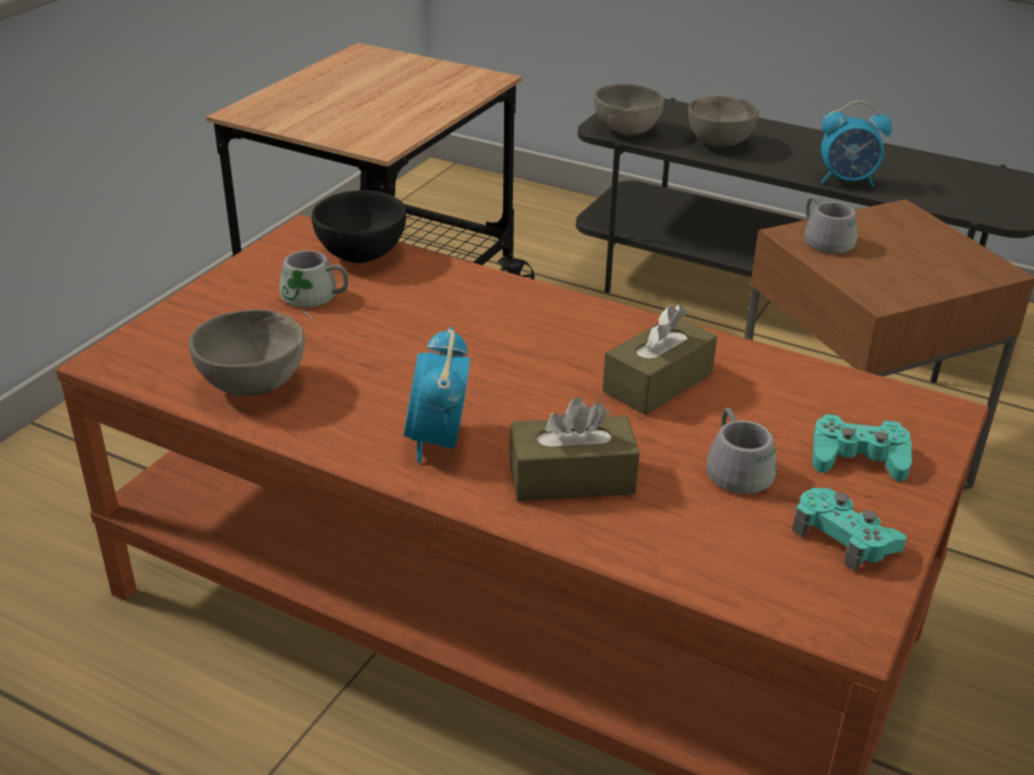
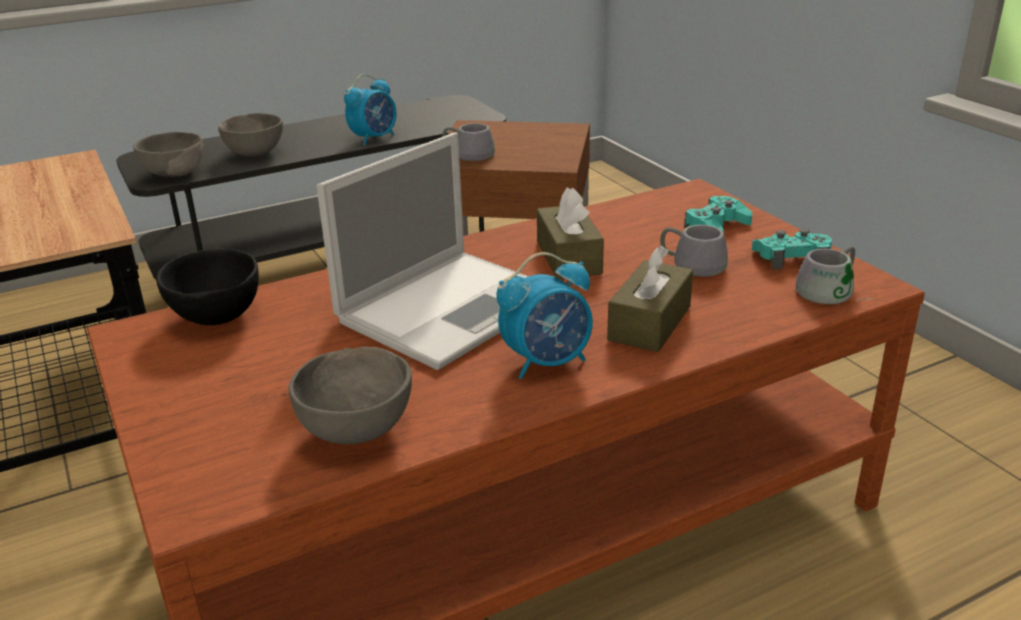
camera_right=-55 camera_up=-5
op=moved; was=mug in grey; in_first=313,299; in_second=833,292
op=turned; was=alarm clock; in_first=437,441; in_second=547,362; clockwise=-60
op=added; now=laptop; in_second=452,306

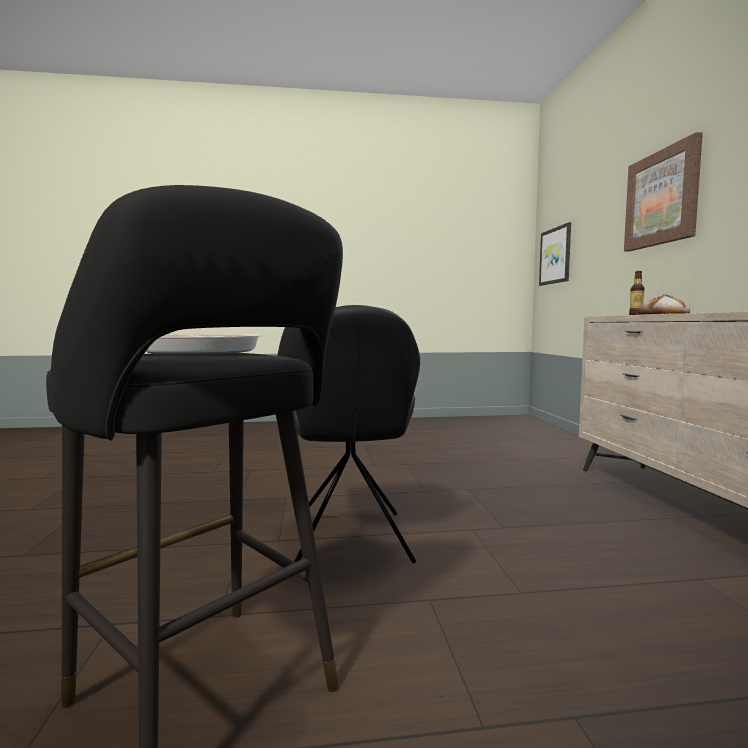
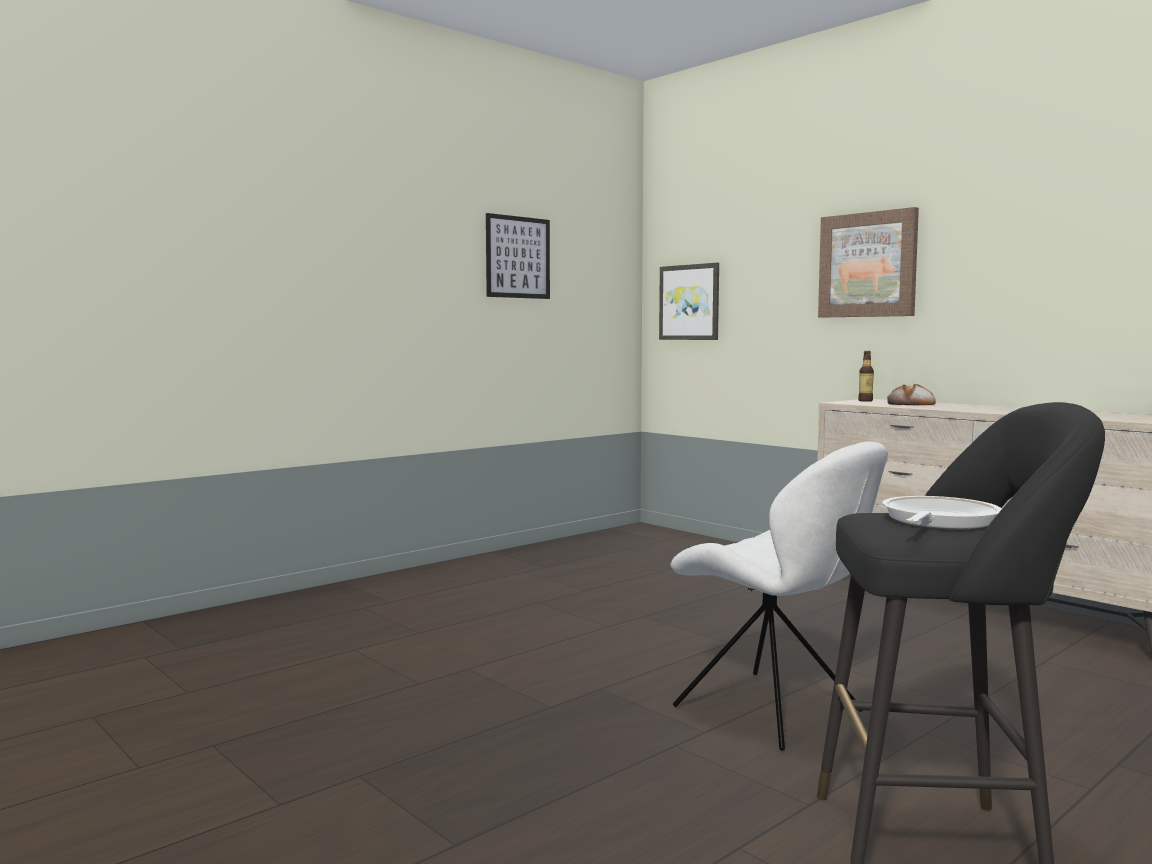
camera_right=-35 camera_up=0
op=recoloured; was=chair in black; now=chair in white; in_first=351,542; in_second=773,711
op=added; now=picture; in_second=518,257

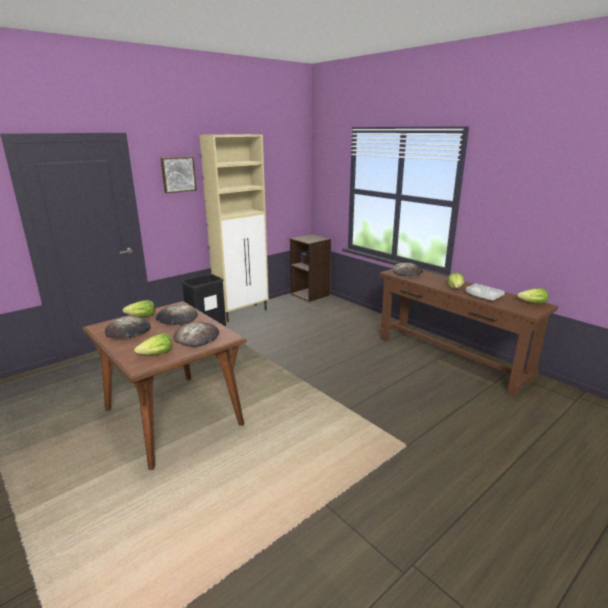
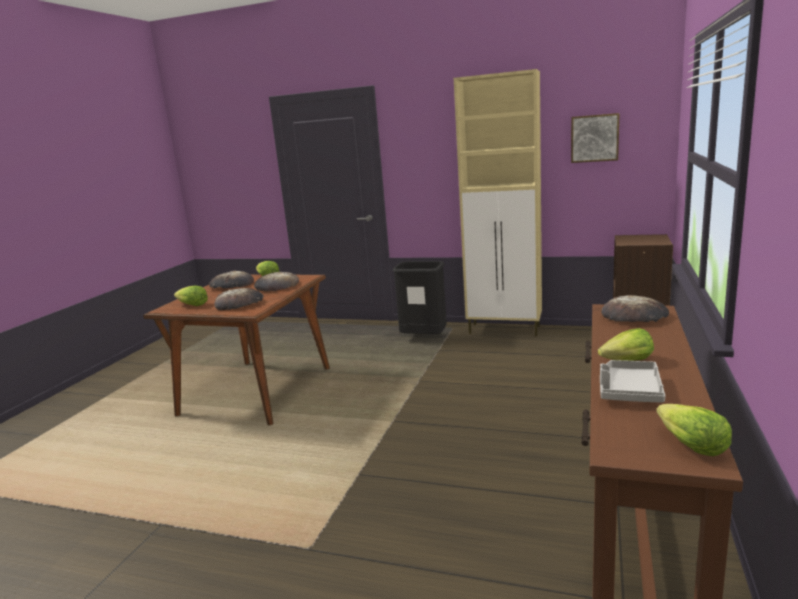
camera_right=60 camera_up=-5
op=moved; was=picture; in_first=178,174; in_second=594,138

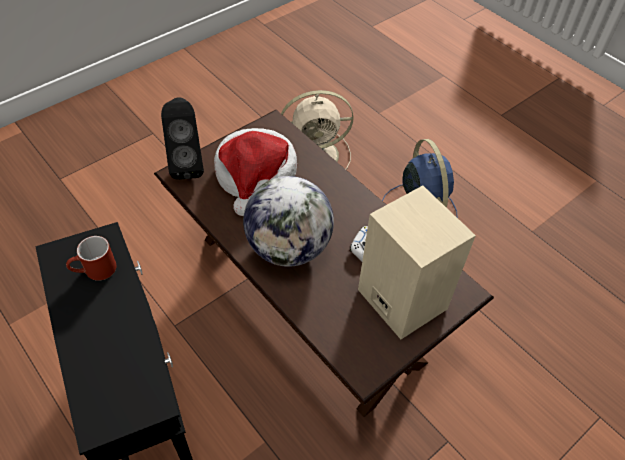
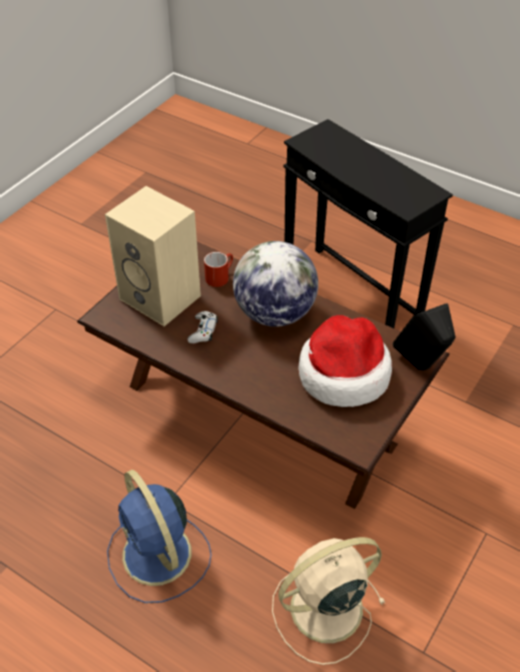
camera_right=165 camera_up=-5
op=moved; was=mug in red; in_first=95,271; in_second=220,276

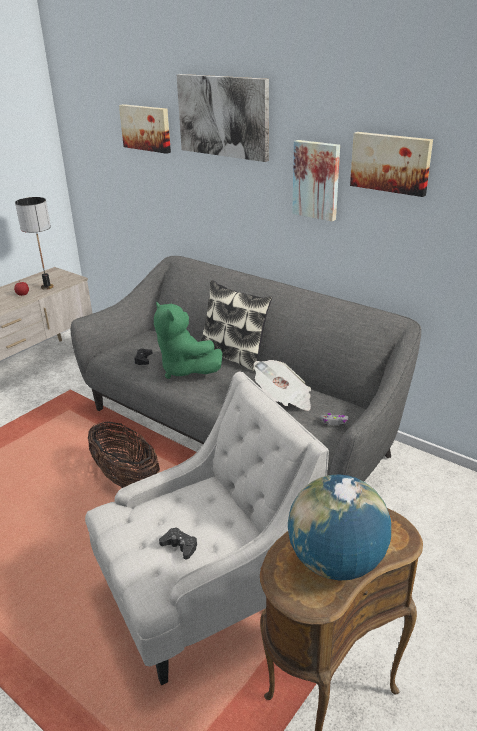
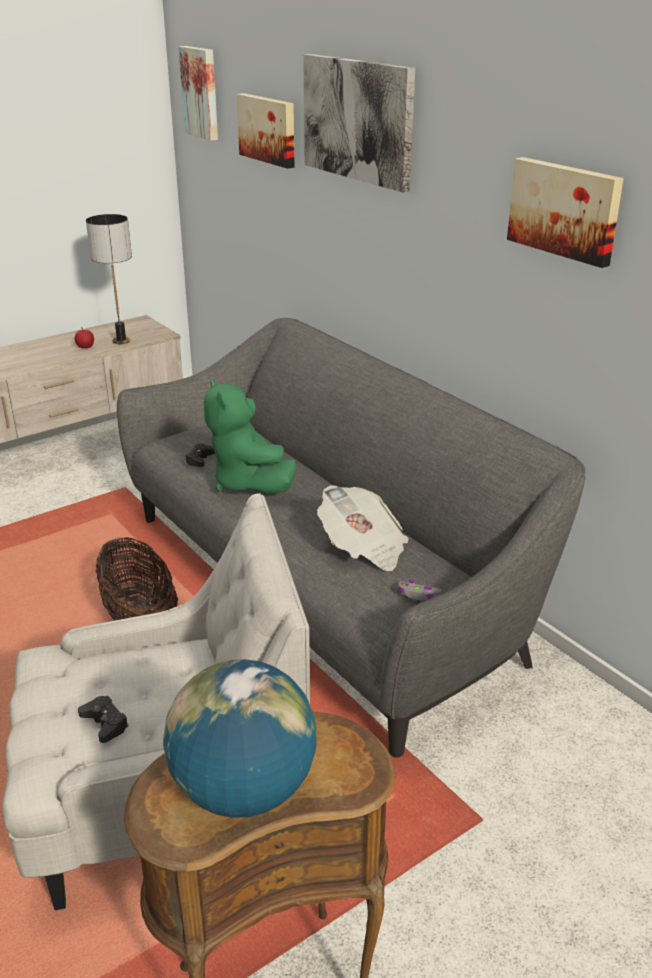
camera_right=15 camera_up=0
op=removed; was=pillow; in_first=234,356
op=moved; was=picture; in_first=317,180; in_second=201,92

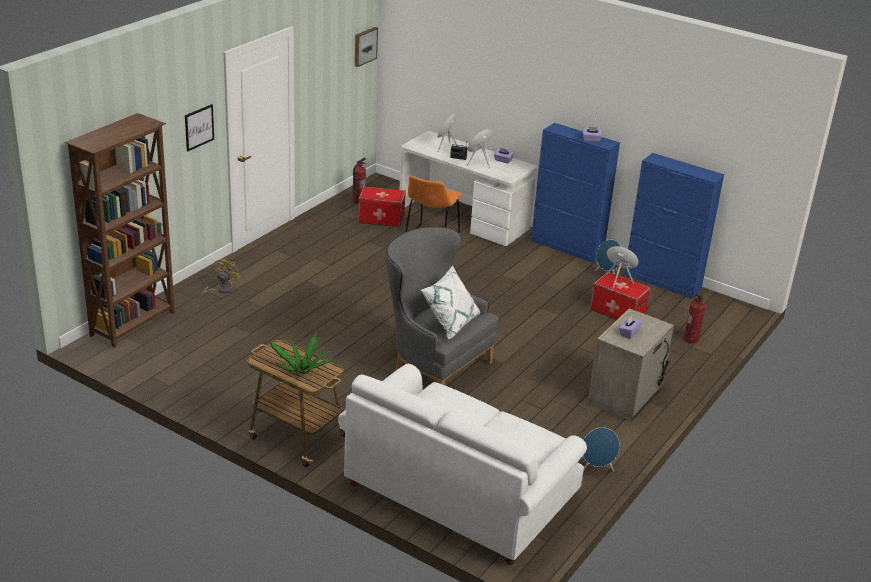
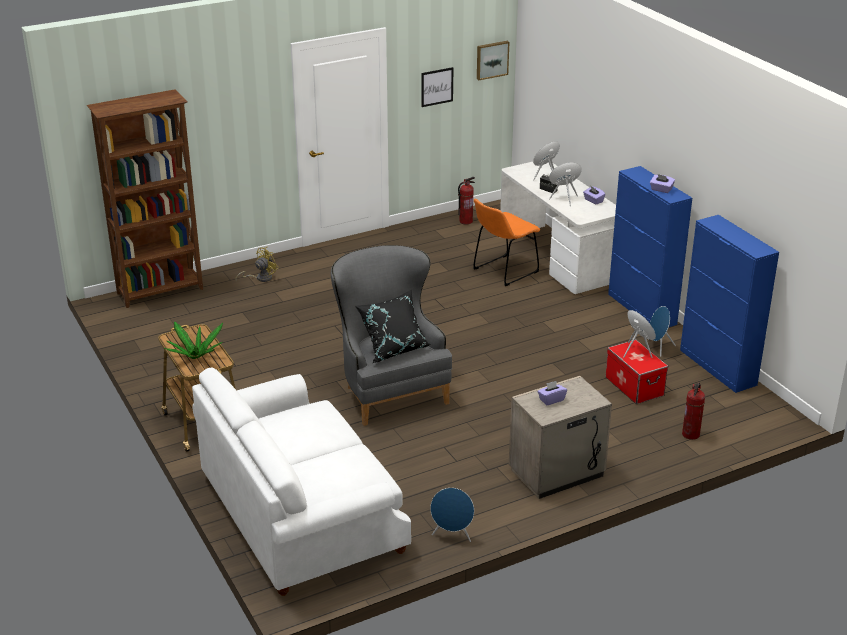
camera_right=30 camera_up=0
op=moved; was=picture; in_first=199,127; in_second=437,87
op=removed; was=storage box; in_first=381,219
op=recoloured; was=pillow in white; now=pillow in black; in_first=450,323; in_second=393,348

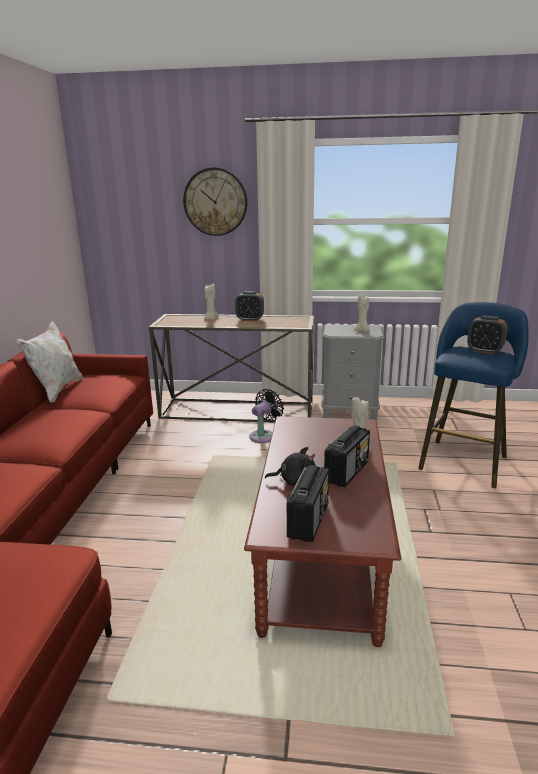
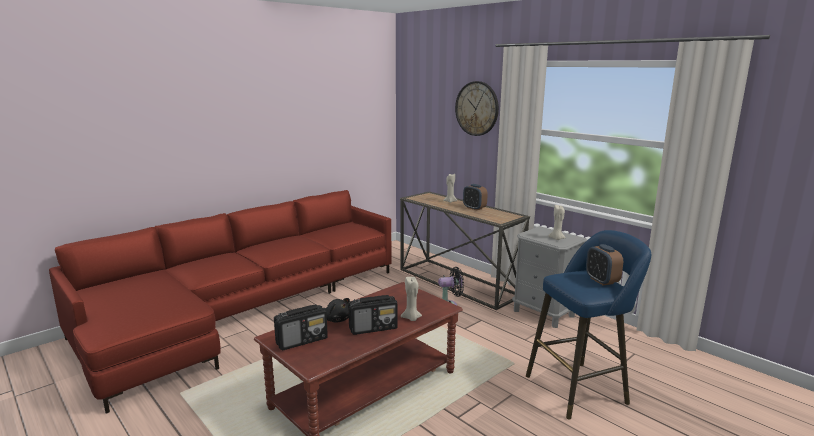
camera_right=40 camera_up=-5
op=removed; was=pillow in white; in_first=57,390

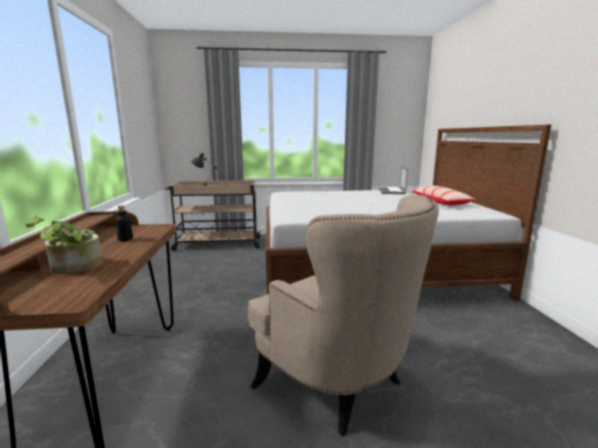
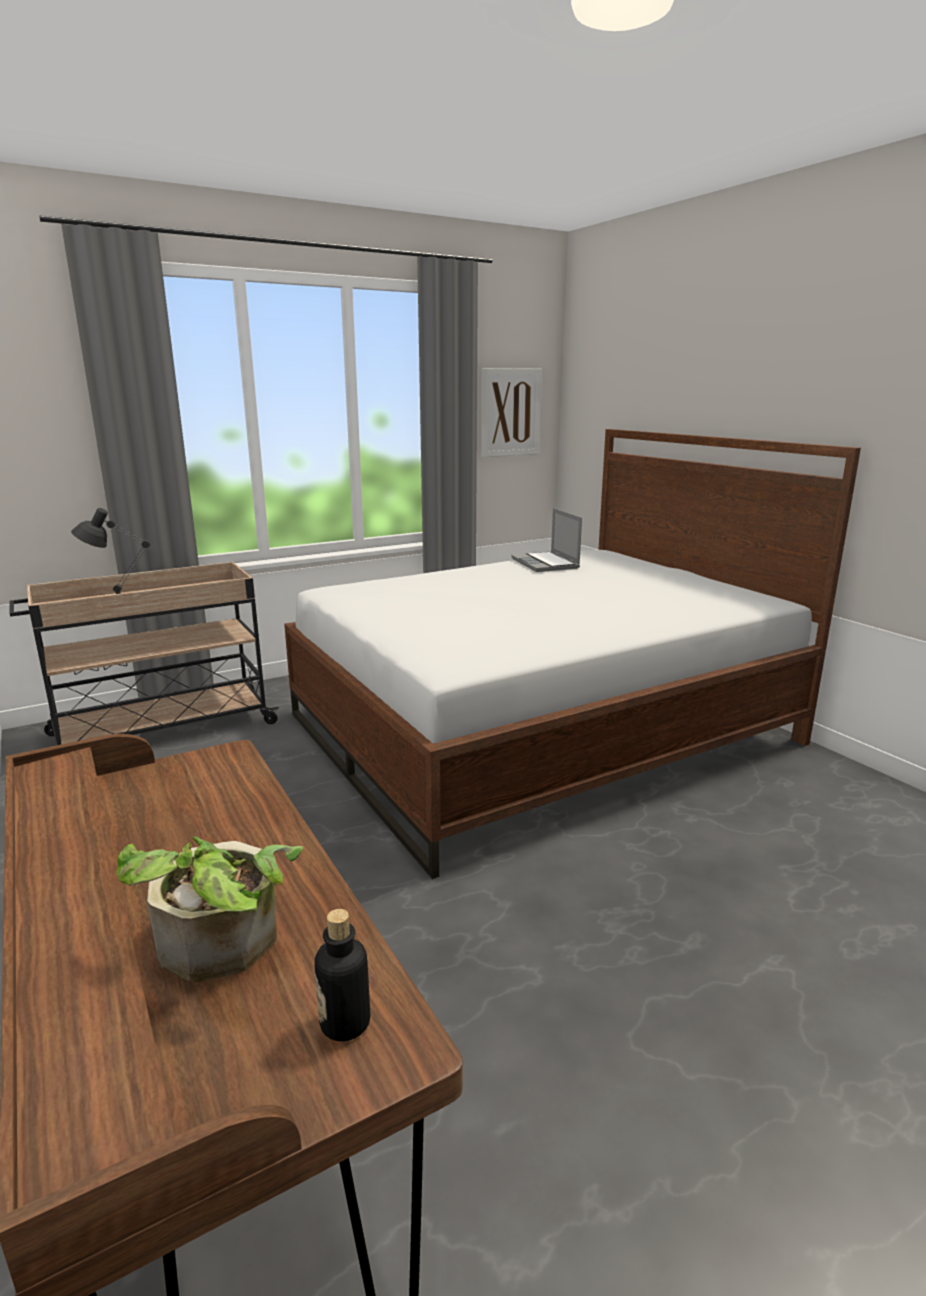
camera_right=-25 camera_up=5
op=moved; was=bottle; in_first=125,239; in_second=345,1022
op=removed; was=armchair in beige; in_first=340,384
op=removed; was=pillow; in_first=440,202
op=added; now=picture; in_second=510,412

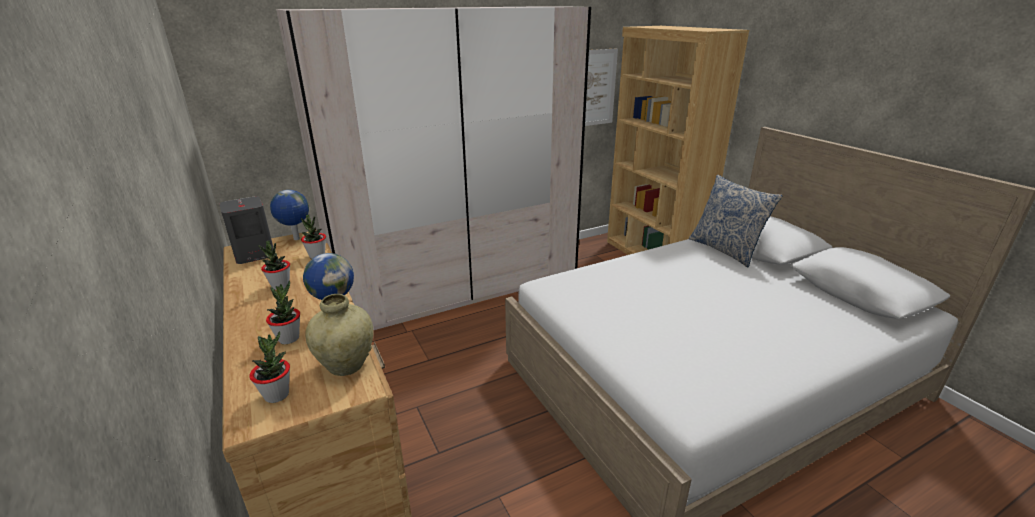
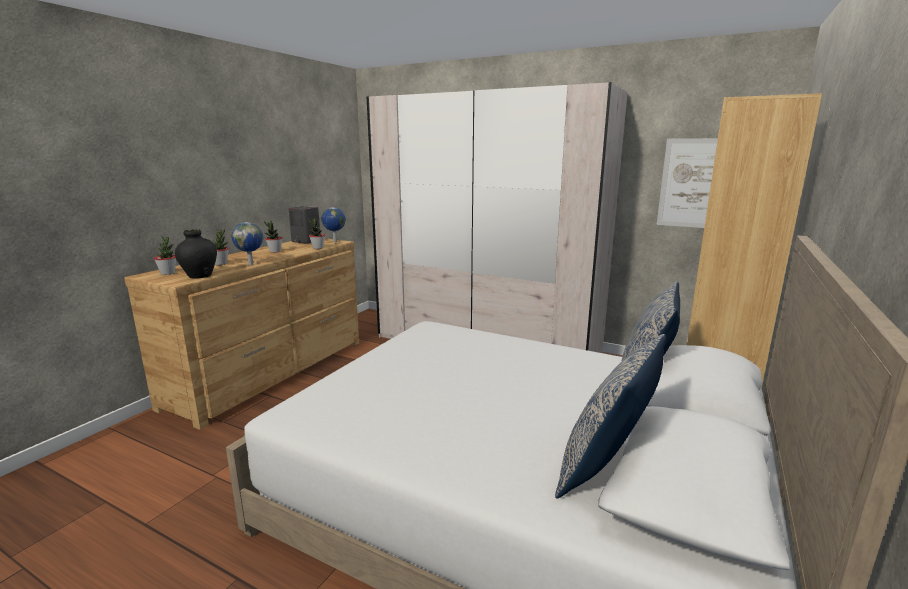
camera_right=55 camera_up=-10
op=recoloured; was=vase in beige; now=vase in black; in_first=346,365; in_second=200,276
op=added; now=pillow; in_second=607,469

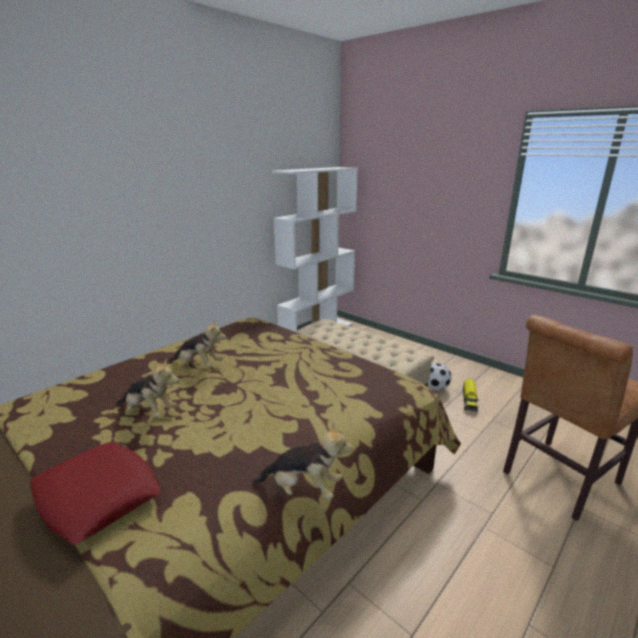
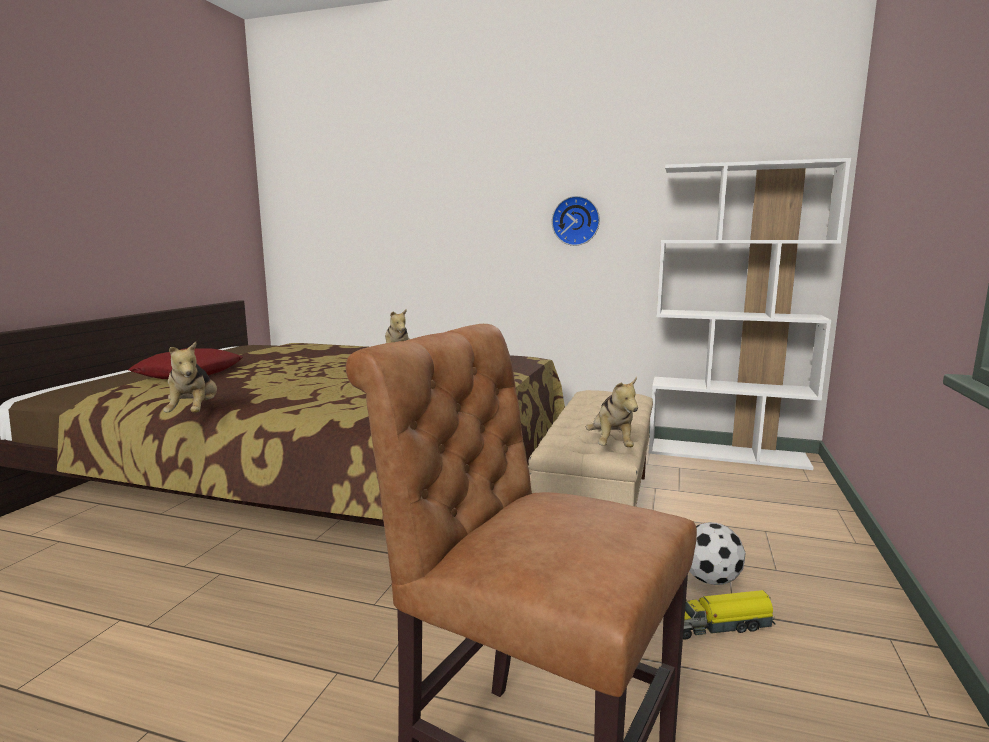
camera_right=65 camera_up=-10
op=moved; was=plush toy; in_first=149,411; in_second=611,445
op=added; now=wall clock; in_second=576,221

